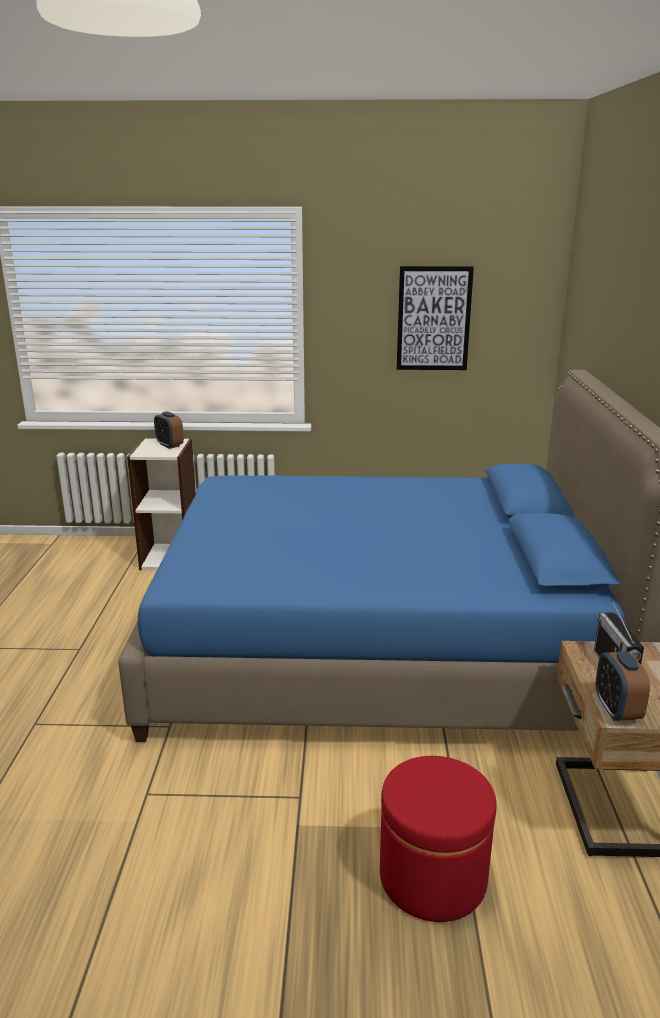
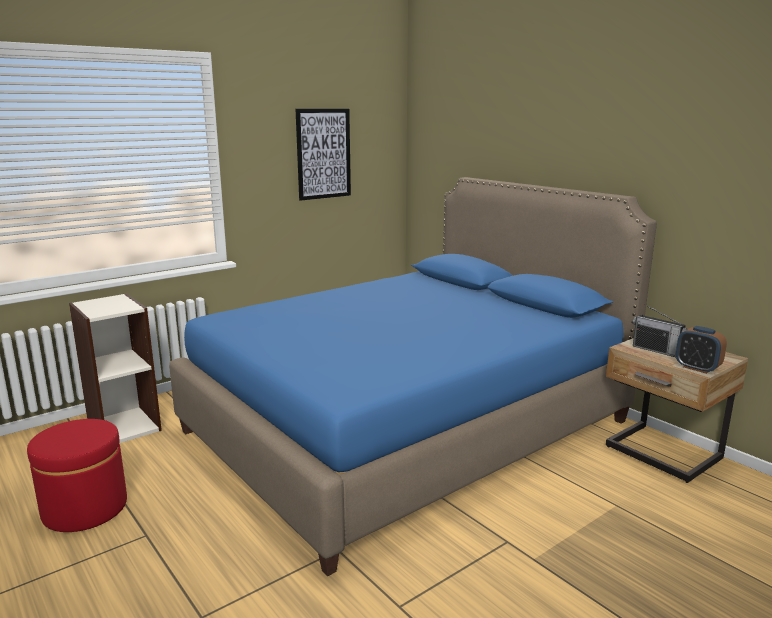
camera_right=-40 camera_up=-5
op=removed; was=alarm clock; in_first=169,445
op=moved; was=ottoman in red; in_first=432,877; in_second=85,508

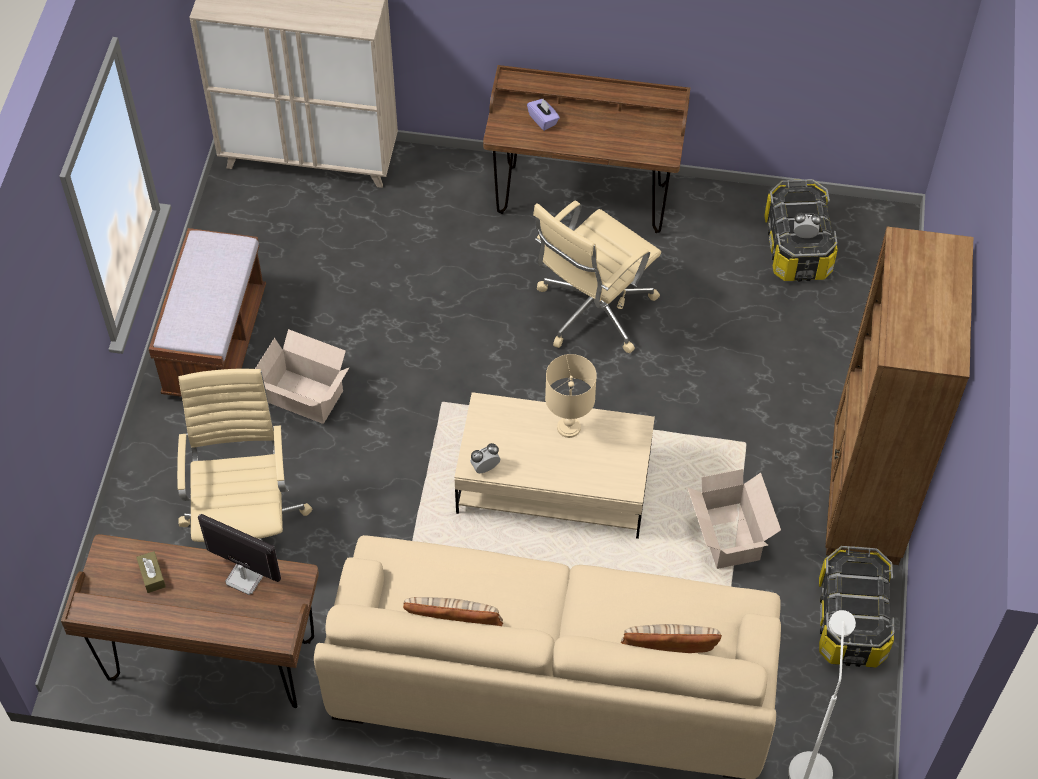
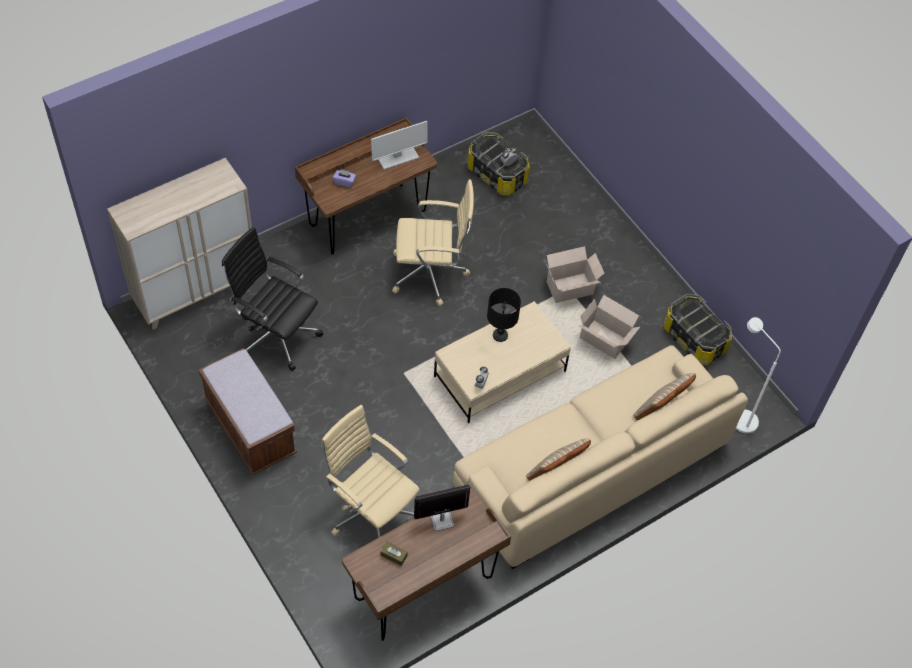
camera_right=-45 camera_up=0
op=moved; was=cardboard box; in_first=306,397; in_second=571,288
op=turned; was=office chair in beige; in_first=592,311; in_second=431,274; clockwise=-90
op=recoloured; was=table lamp in beige; now=table lamp in black; in_first=568,428; in_second=500,335
op=removed; was=bookcase in brown; in_first=864,498
op=added; now=office chair in black; in_second=276,334
op=added; now=monitor; in_second=397,157

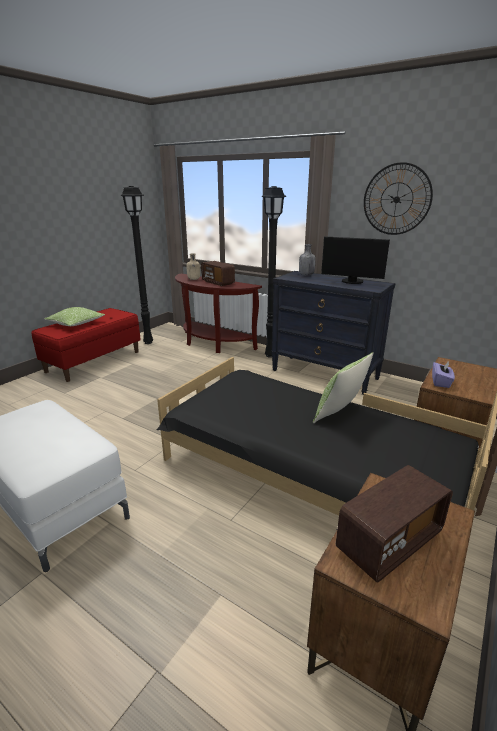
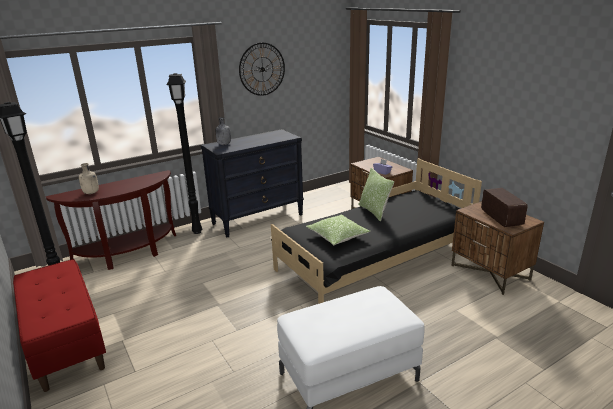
camera_right=-65 camera_up=0
op=moved; was=pillow; in_first=76,323; in_second=337,236
op=removed; was=radio; in_first=218,282
op=removed; was=monitor; in_first=352,282

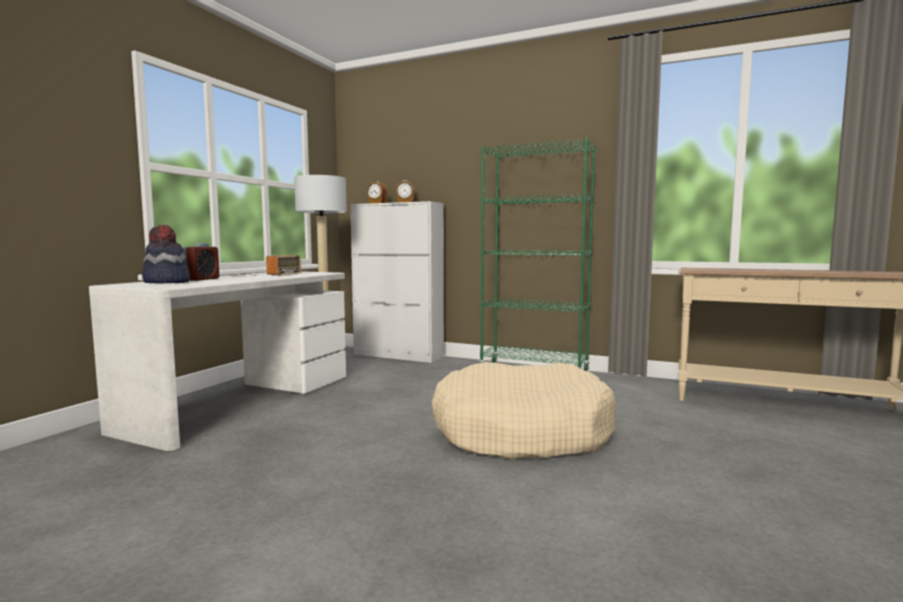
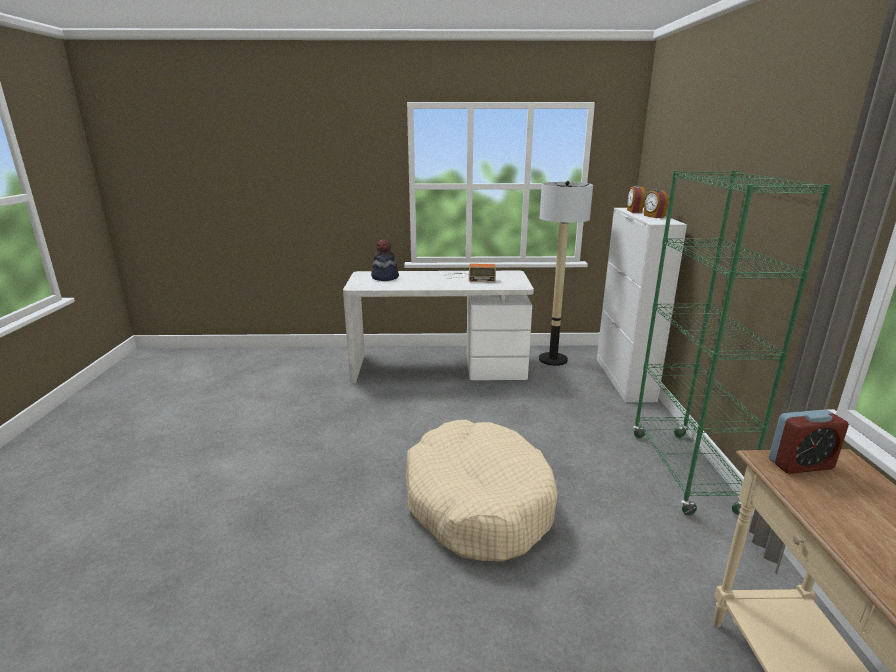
camera_right=65 camera_up=15
op=moved; was=alarm clock; in_first=202,279; in_second=800,464

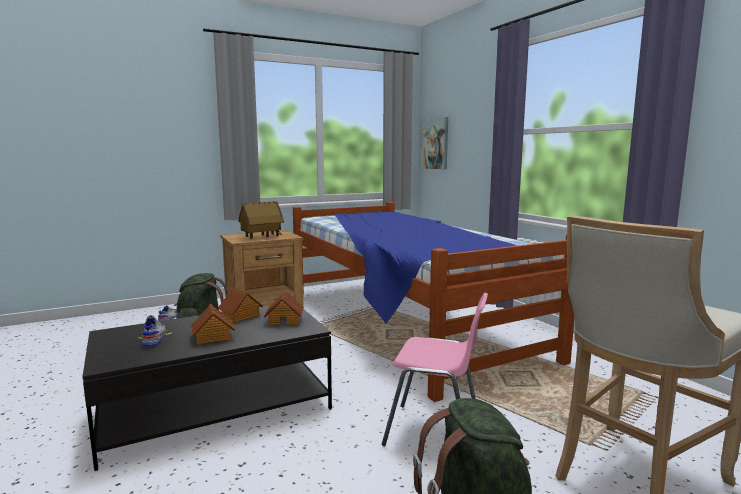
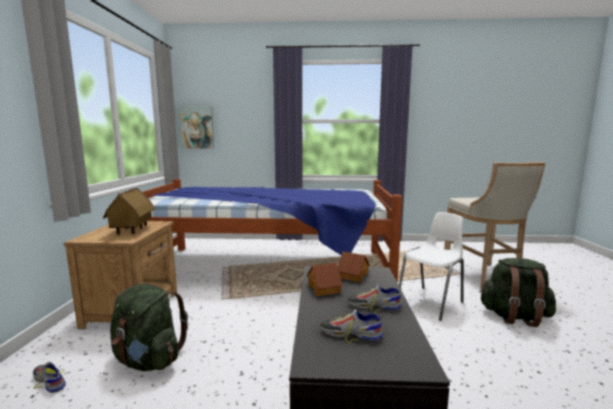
camera_right=-60 camera_up=0
op=replaced; was=toy house; now=shoe; in_first=213,337; in_second=373,306
op=recoloured; was=chair in pink; now=chair in white; in_first=435,432; in_second=431,302

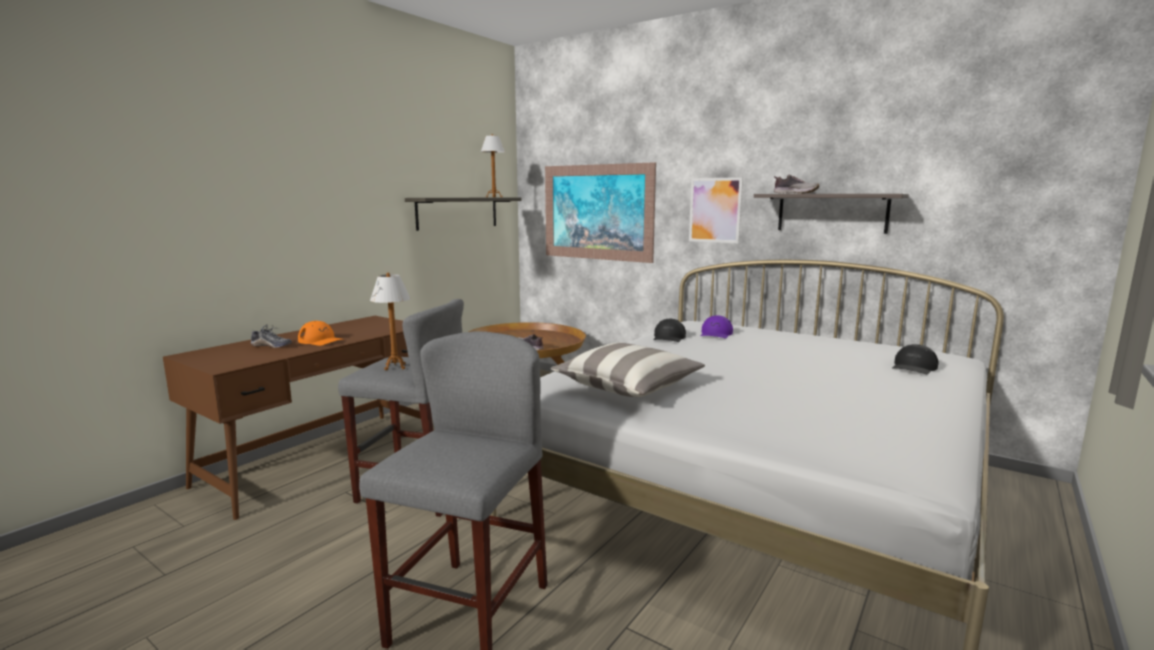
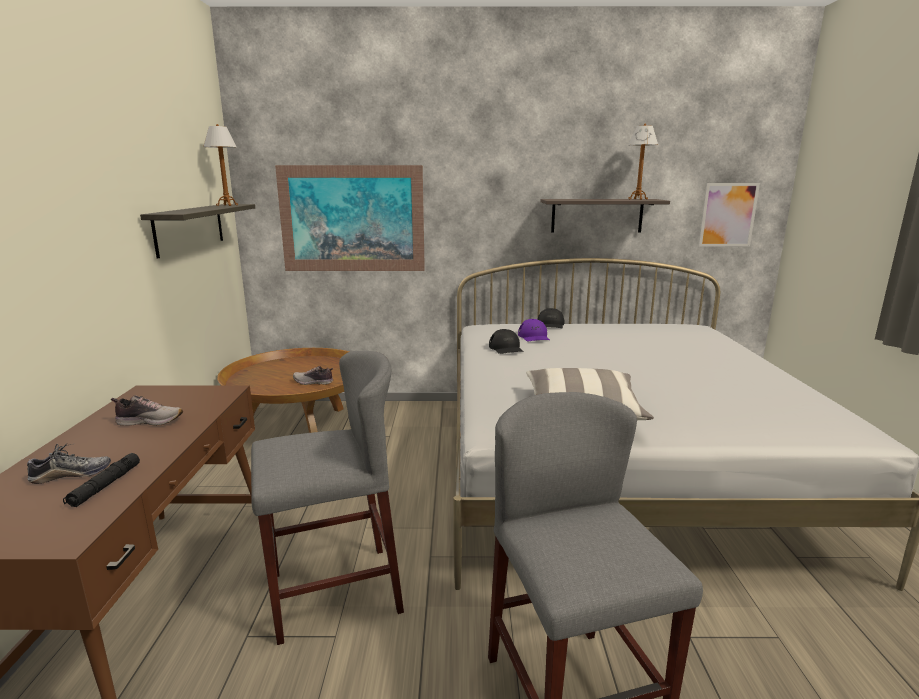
camera_right=-35 camera_up=5
op=removed; was=cap in orange; in_first=321,340
op=moved; was=table lamp; in_first=395,367; in_second=638,199
op=moved; was=picture; in_first=715,210; in_second=728,215
op=moved; was=shoe; in_first=795,193; in_second=150,421
op=moved; was=cap in black; in_first=913,367; in_second=551,324
op=added; now=flashlight in black; in_second=105,486

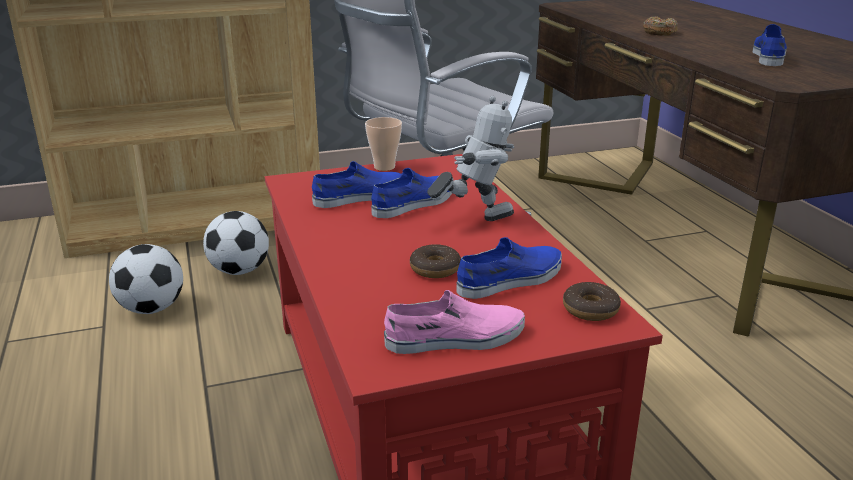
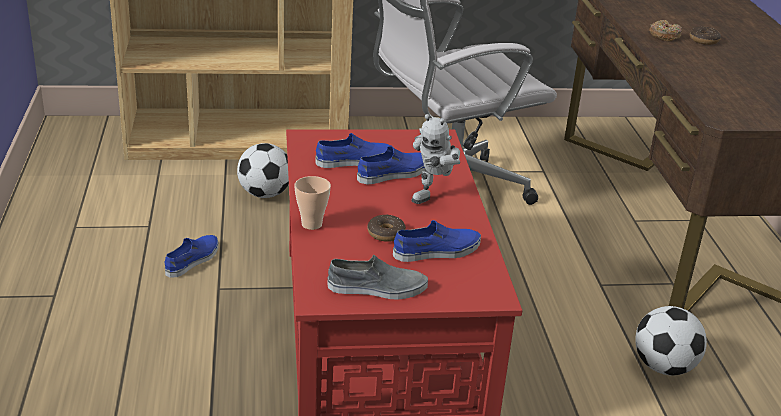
camera_right=10 camera_up=5
op=moved; was=football; in_first=152,309; in_second=664,367
op=moved; was=cup; in_first=384,167; in_second=311,224
op=recoloured; was=shoe in pink; now=shoe in grey; in_first=456,339; in_second=377,288
op=turned; was=toy robot; in_first=474,219; in_second=434,195; clockwise=135
op=moved; was=donut; in_first=590,309; in_second=704,40
op=moved; was=shoe in blue; in_first=769,57; in_second=193,260

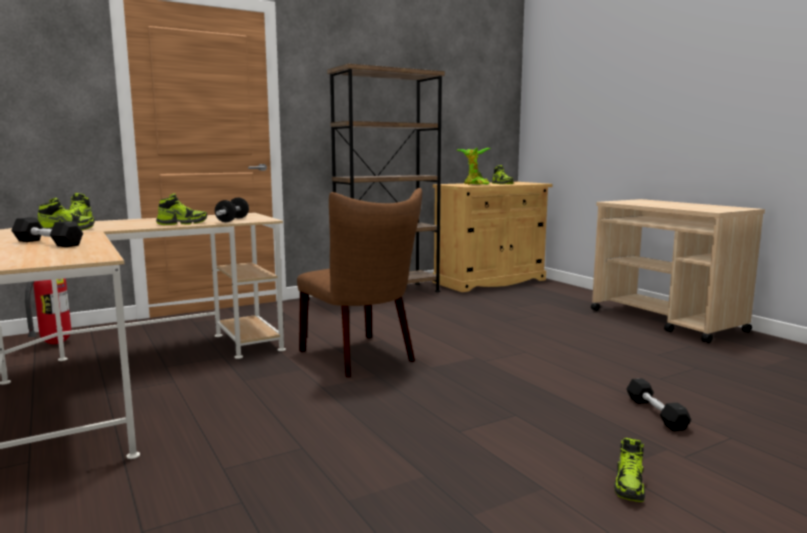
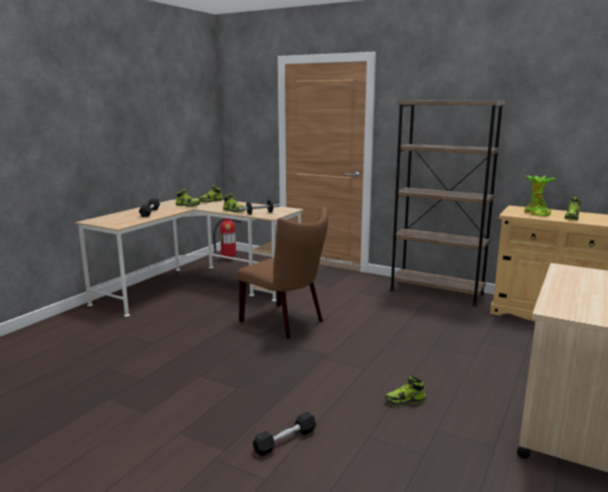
camera_right=60 camera_up=5
op=turned; was=chair in brown; in_first=362,357; in_second=286,322; clockwise=-75
op=moved; was=shoe; in_first=629,486; in_second=405,401

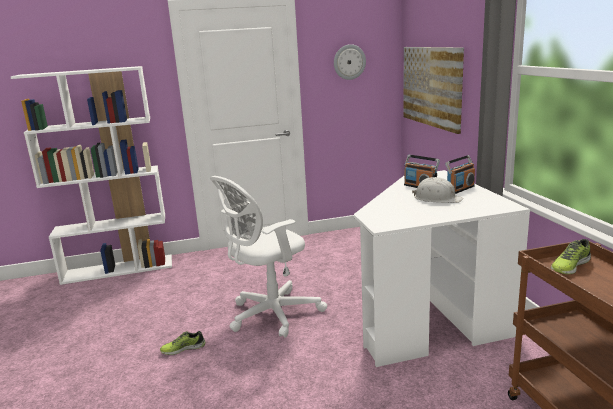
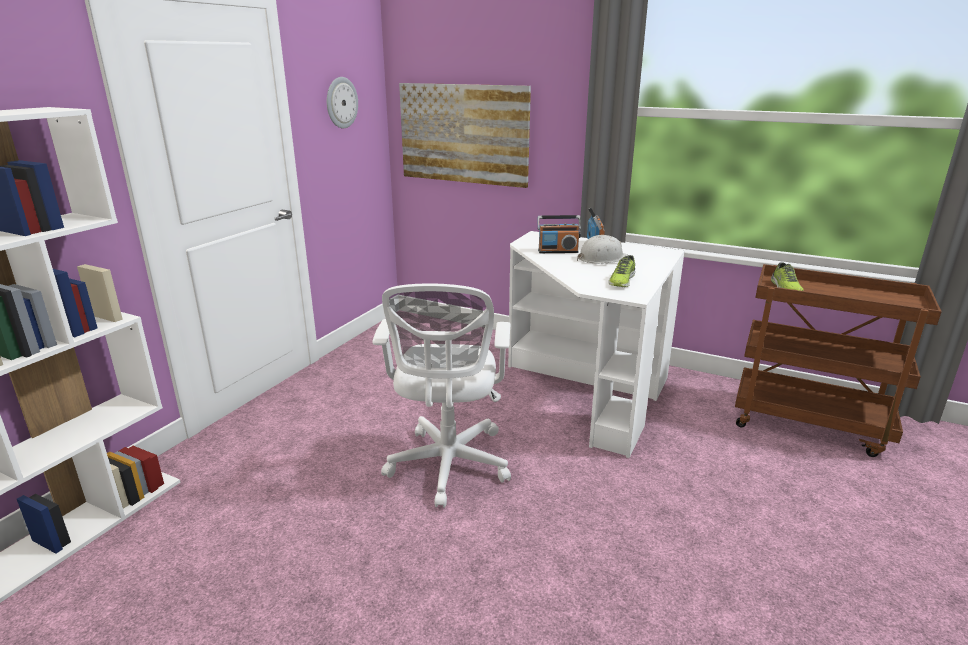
camera_right=-50 camera_up=5
op=moved; was=shoe; in_first=183,348; in_second=621,281

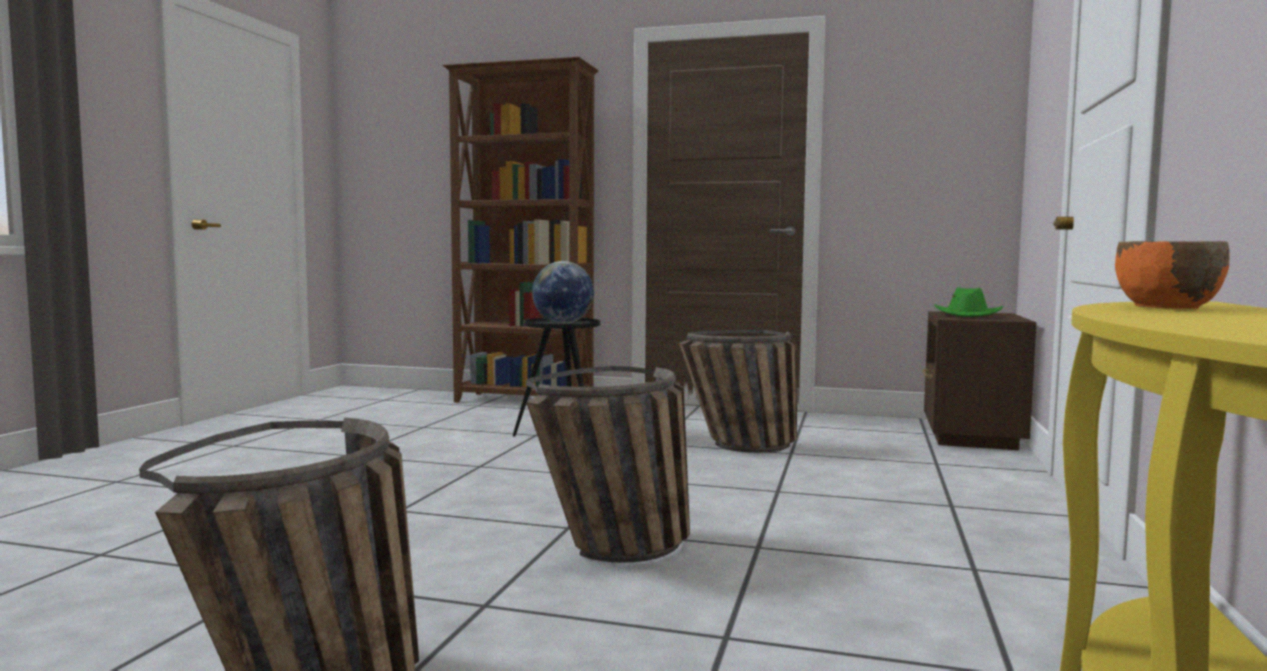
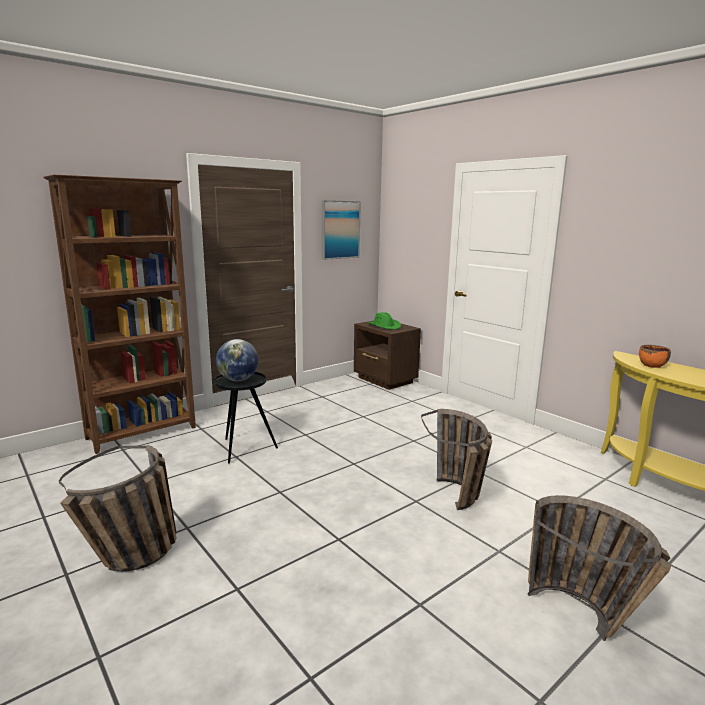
camera_right=-55 camera_up=10
op=moved; was=basket; in_first=740,447; in_second=133,561
op=added; now=picture; in_second=340,229

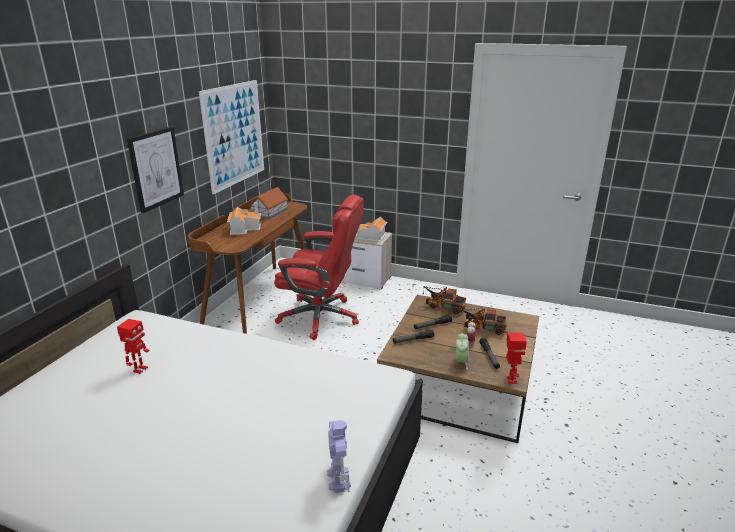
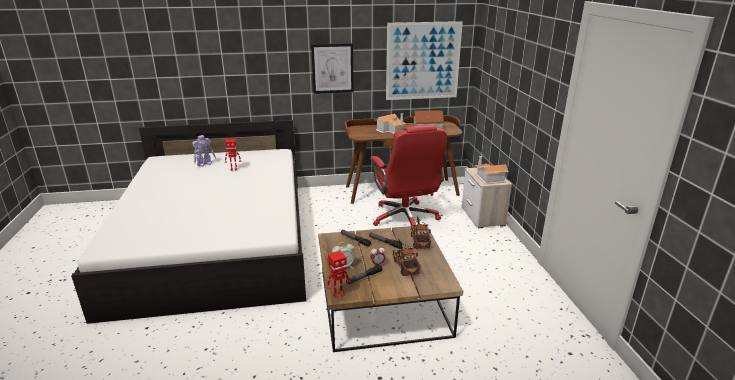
camera_right=60 camera_up=0
op=moved; was=toy robot; in_first=338,478; in_second=205,164

